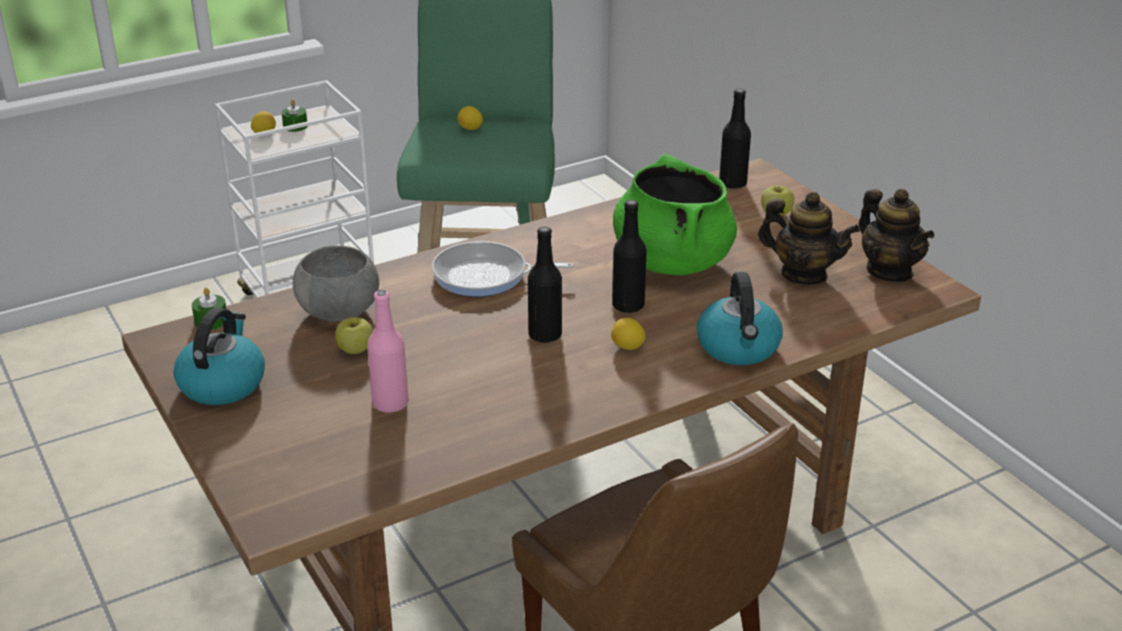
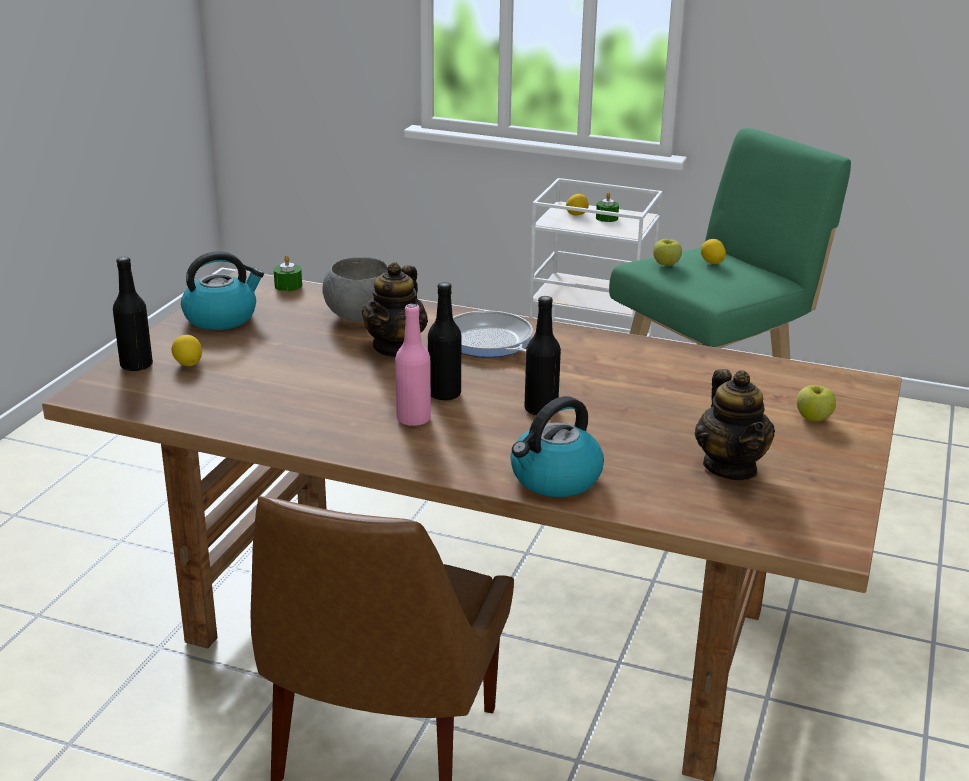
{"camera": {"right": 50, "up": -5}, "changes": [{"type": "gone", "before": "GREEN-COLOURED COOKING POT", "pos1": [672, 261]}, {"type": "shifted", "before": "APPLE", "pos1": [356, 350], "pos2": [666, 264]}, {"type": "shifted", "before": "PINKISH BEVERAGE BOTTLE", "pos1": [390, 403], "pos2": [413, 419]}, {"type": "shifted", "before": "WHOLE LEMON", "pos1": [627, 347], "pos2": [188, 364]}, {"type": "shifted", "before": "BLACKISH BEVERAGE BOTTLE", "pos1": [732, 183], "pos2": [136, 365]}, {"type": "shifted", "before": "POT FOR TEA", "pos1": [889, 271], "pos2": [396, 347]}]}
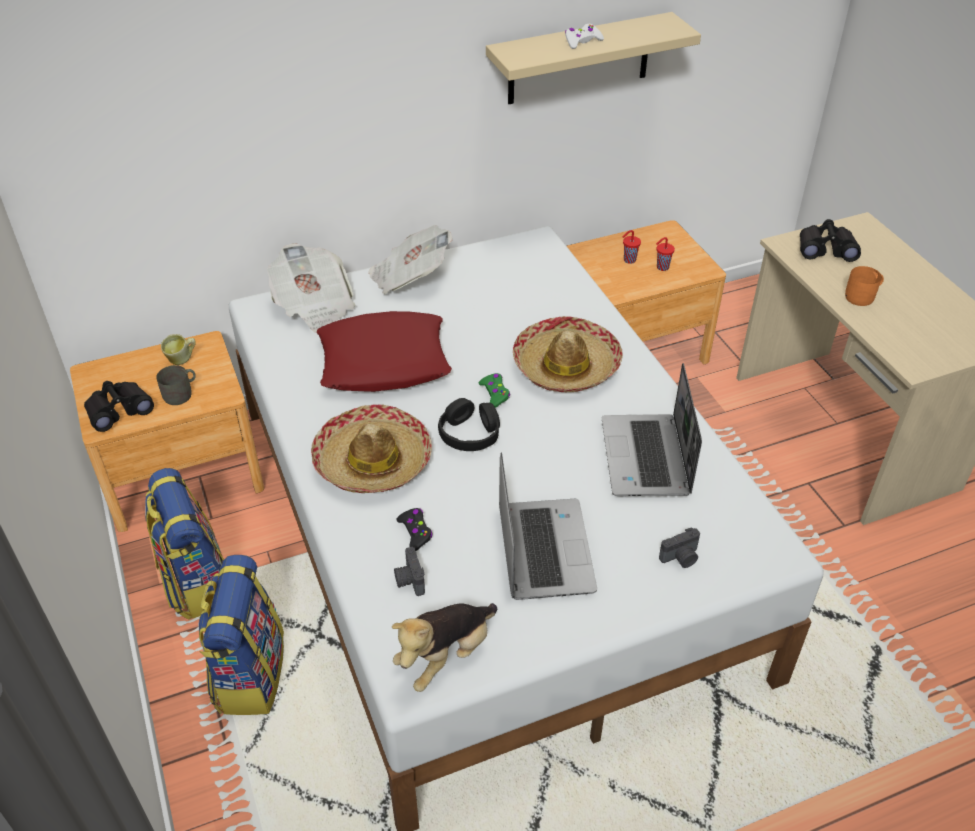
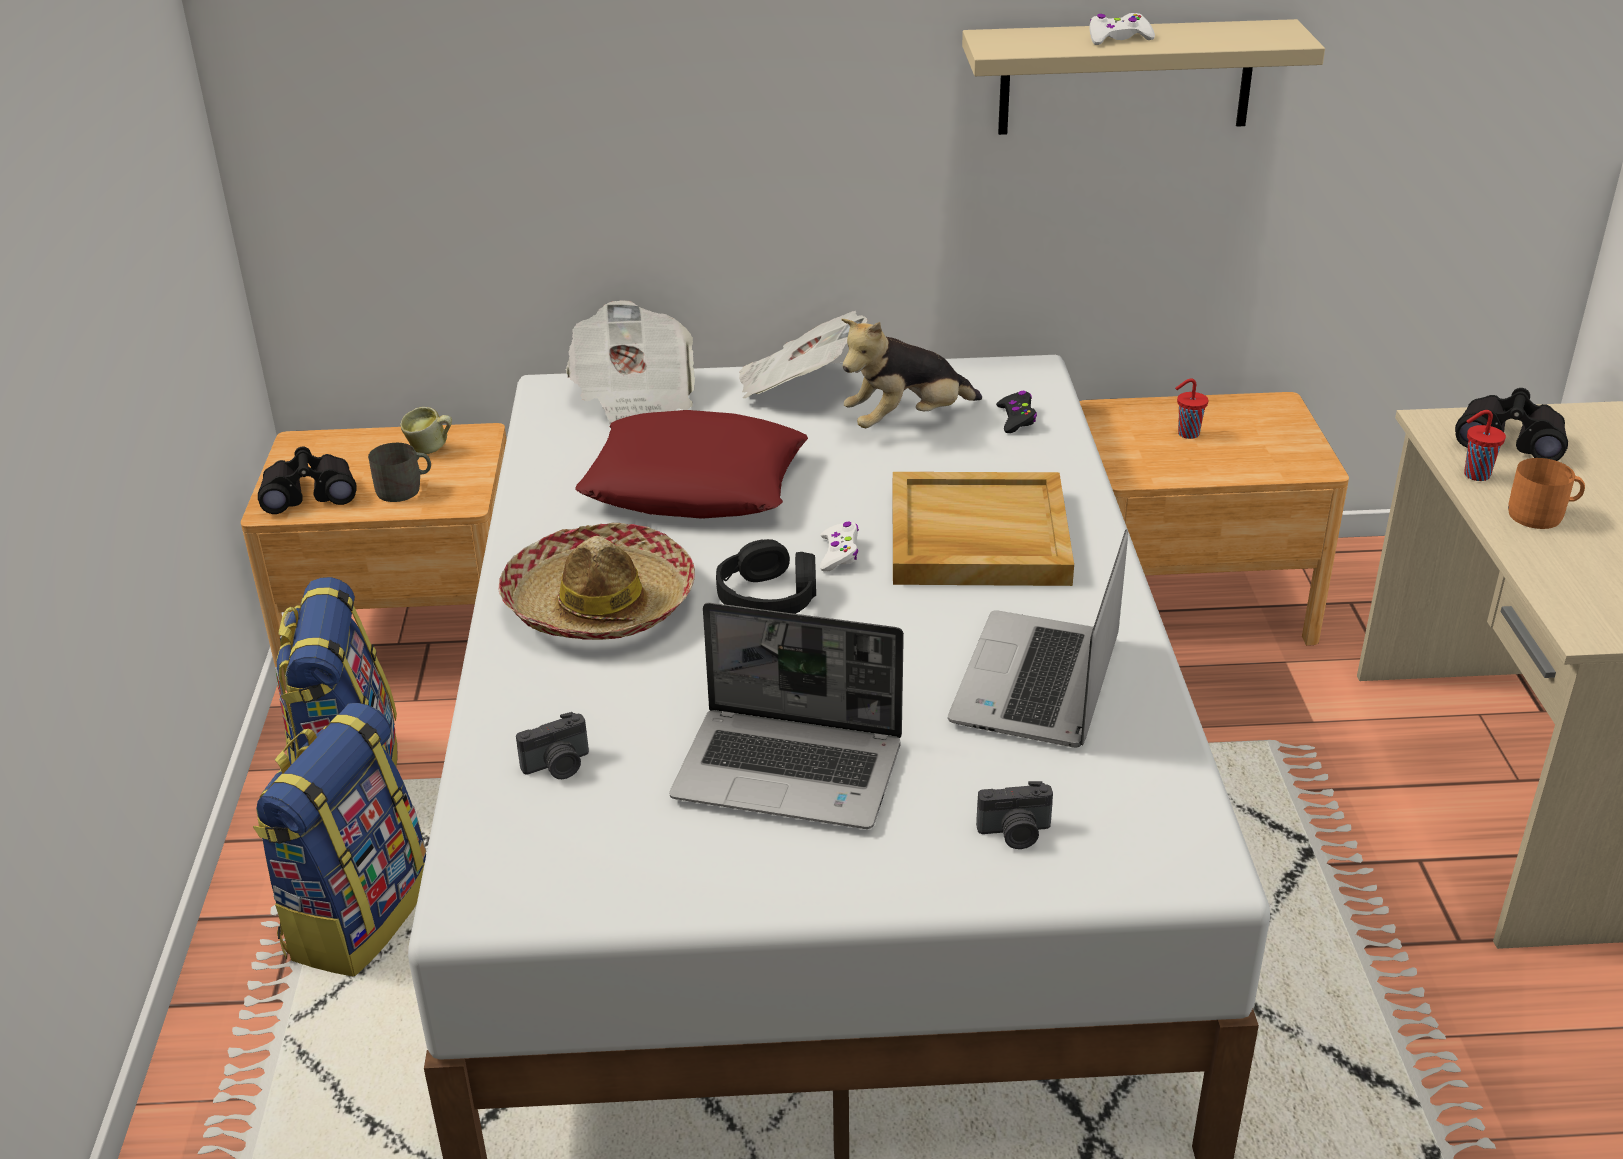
{"camera": {"right": 20, "up": -10}, "changes": [{"type": "shifted", "before": "PLUSH TOY", "pos1": [446, 656], "pos2": [906, 421]}, {"type": "shifted", "before": "BLACKISH GAMEPAD", "pos1": [415, 532], "pos2": [1016, 419]}, {"type": "shifted", "before": "RED DRINKING CUP", "pos1": [662, 267], "pos2": [1475, 475]}, {"type": "swapped", "before": "CLOTHING HAT", "after": "BEIGE CARRYING TRAY", "pos1": [566, 366], "pos2": [976, 537]}, {"type": "repainted", "before": "GREEN-COLOURED GAMEPAD", "after": "WHITE-COLOURED GAMEPAD", "pos1": [495, 394], "pos2": [839, 553]}, {"type": "rotated", "before": "PHOTO CAMERA", "pos1": [409, 580], "pos2": [558, 766], "turn": -120}, {"type": "rotated", "before": "NOTEBOOK COMPUTER", "pos1": [543, 549], "pos2": [791, 771], "turn": 90}]}
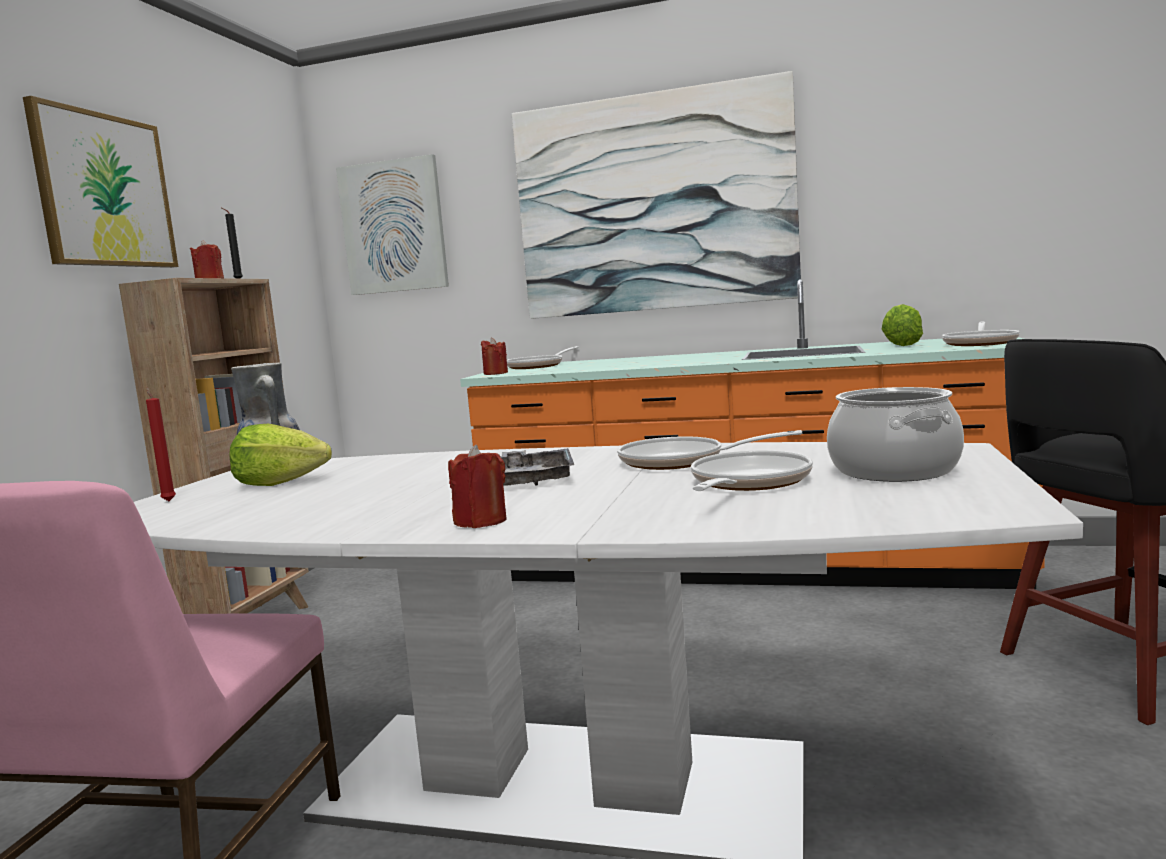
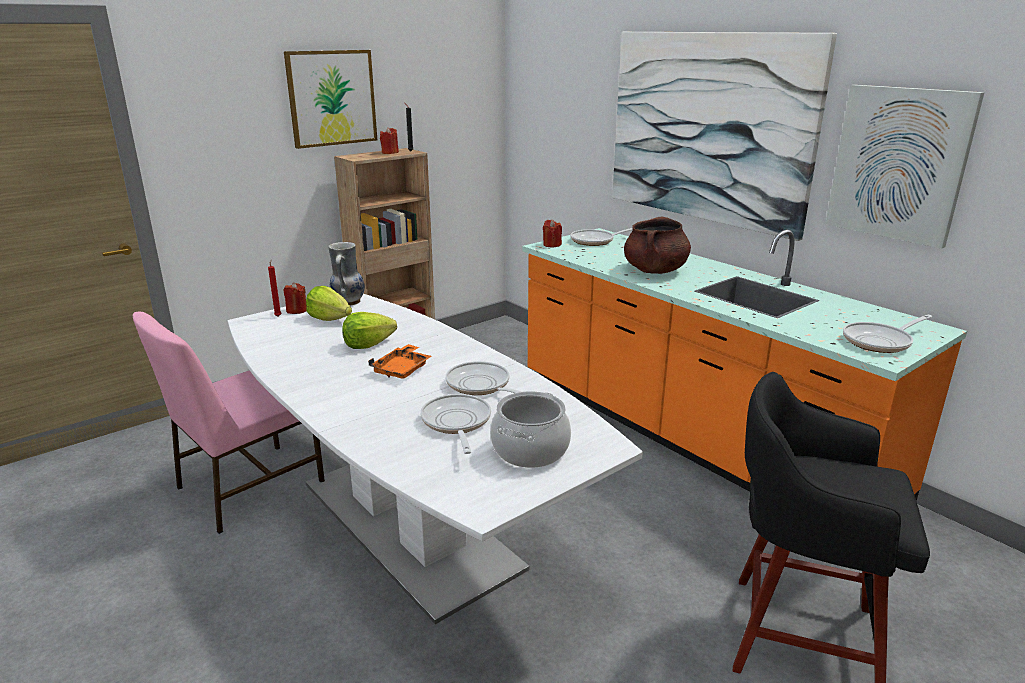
{"camera": {"right": 35, "up": 15}, "changes": [{"type": "new", "after": "BROWNISH COOKING POT", "pos2": [655, 270]}, {"type": "shifted", "before": "PICTURE", "pos1": [394, 227], "pos2": [899, 164]}, {"type": "shifted", "before": "RED CANDLE", "pos1": [480, 521], "pos2": [296, 310]}, {"type": "shifted", "before": "HEAD OF LETTUCE", "pos1": [902, 345], "pos2": [368, 345]}, {"type": "repainted", "before": "GREYISH CARRYING TRAY", "after": "ORANGEY CARRYING TRAY", "pos1": [533, 479], "pos2": [402, 369]}, {"type": "rotated", "before": "FRYING PAN", "pos1": [746, 483], "pos2": [456, 423], "turn": -75}]}
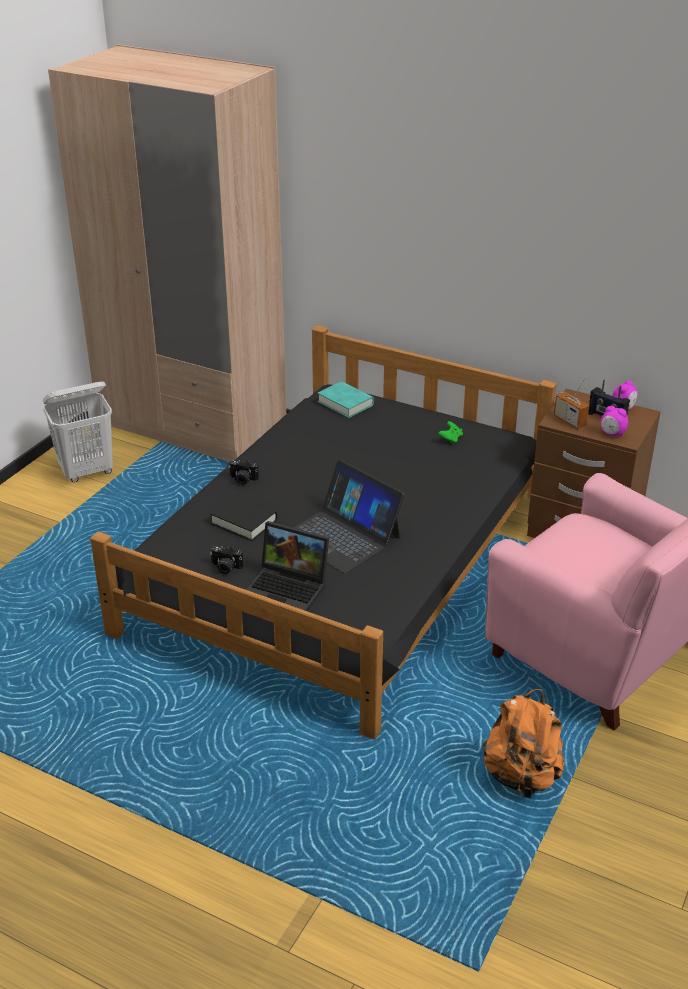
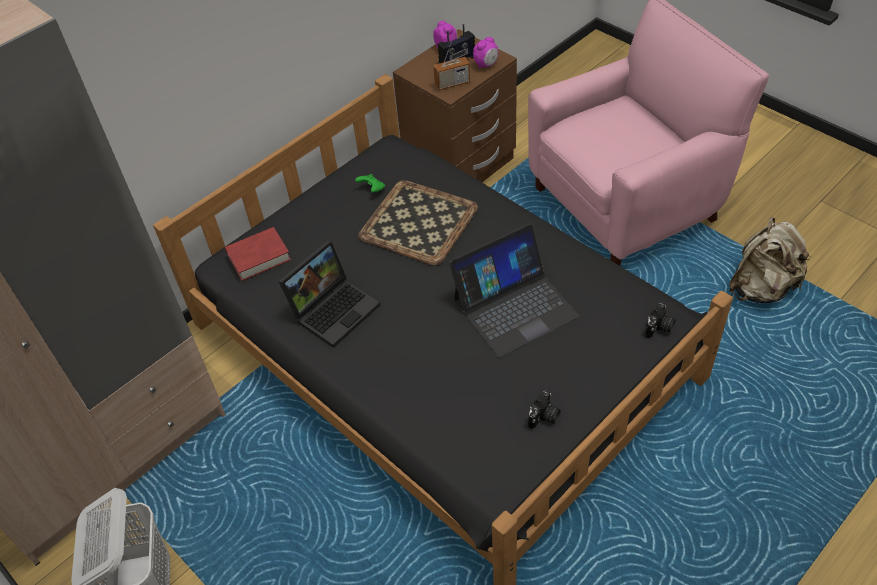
{"camera": {"right": -70, "up": 15}, "changes": [{"type": "gone", "before": "BLACKISH VOLUME", "pos1": [244, 522]}, {"type": "new", "after": "CARRYING TRAY", "pos2": [418, 221]}, {"type": "shifted", "before": "PHOTO CAMERA", "pos1": [242, 480], "pos2": [659, 328]}, {"type": "shifted", "before": "NOTEBOOK COMPUTER", "pos1": [288, 590], "pos2": [334, 308]}, {"type": "repainted", "before": "TURQUOISE VOLUME", "after": "RED VOLUME", "pos1": [345, 403], "pos2": [258, 257]}, {"type": "repainted", "before": "ORANGEY KNAPSACK", "after": "BEIGE KNAPSACK", "pos1": [521, 776], "pos2": [762, 288]}]}
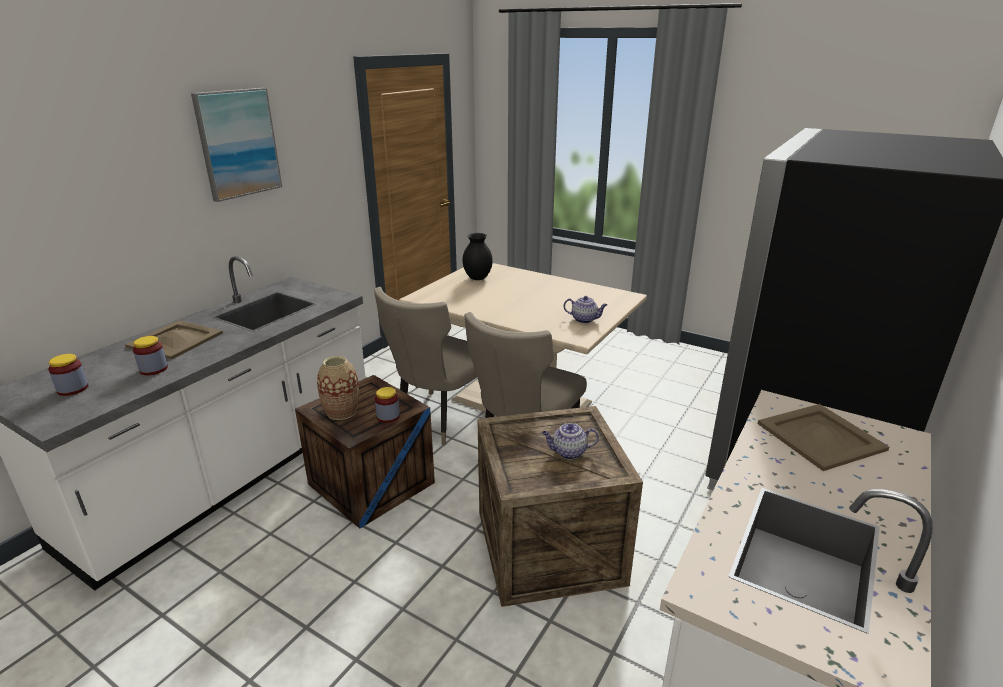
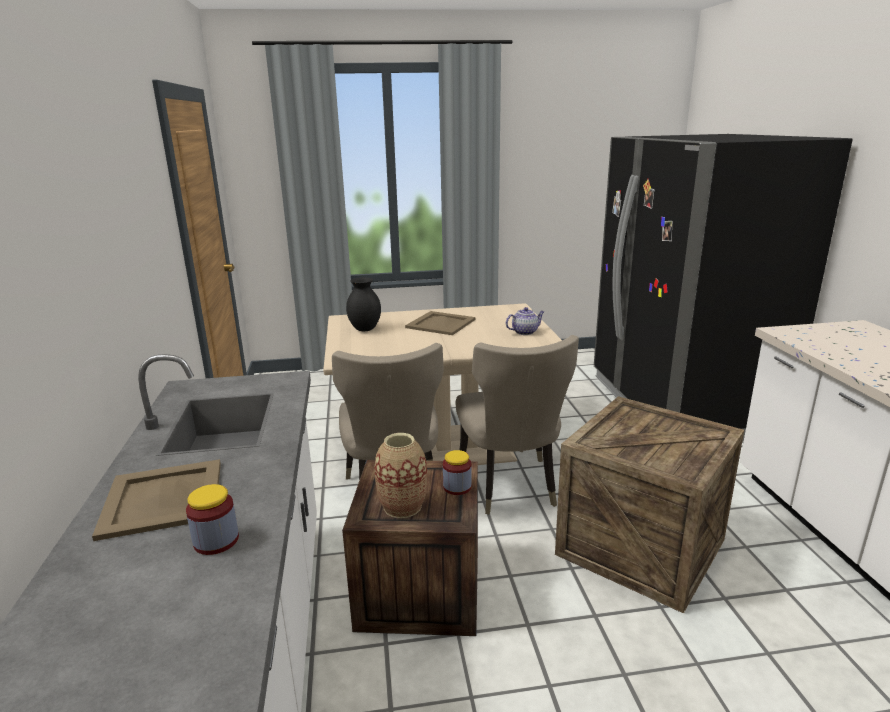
{"camera": {"right": -40, "up": -5}, "changes": [{"type": "gone", "before": "PRESERVE JAR", "pos1": [73, 389]}, {"type": "gone", "before": "PICTURE", "pos1": [238, 143]}, {"type": "gone", "before": "POT FOR TEA", "pos1": [568, 452]}, {"type": "shifted", "before": "BEIGE CARRYING TRAY", "pos1": [820, 437], "pos2": [441, 324]}]}
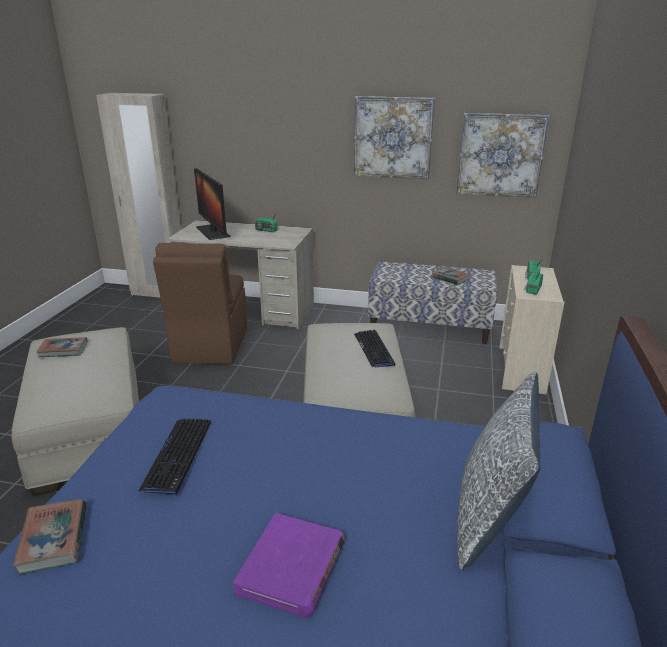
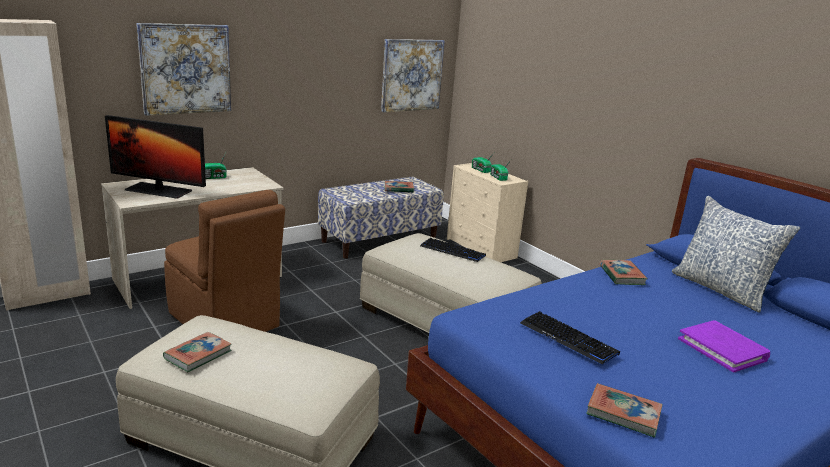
{"camera": {"right": -50, "up": -5}, "changes": [{"type": "new", "after": "VOLUME", "pos2": [621, 275]}, {"type": "shifted", "before": "PICTURE", "pos1": [393, 138], "pos2": [185, 69]}]}
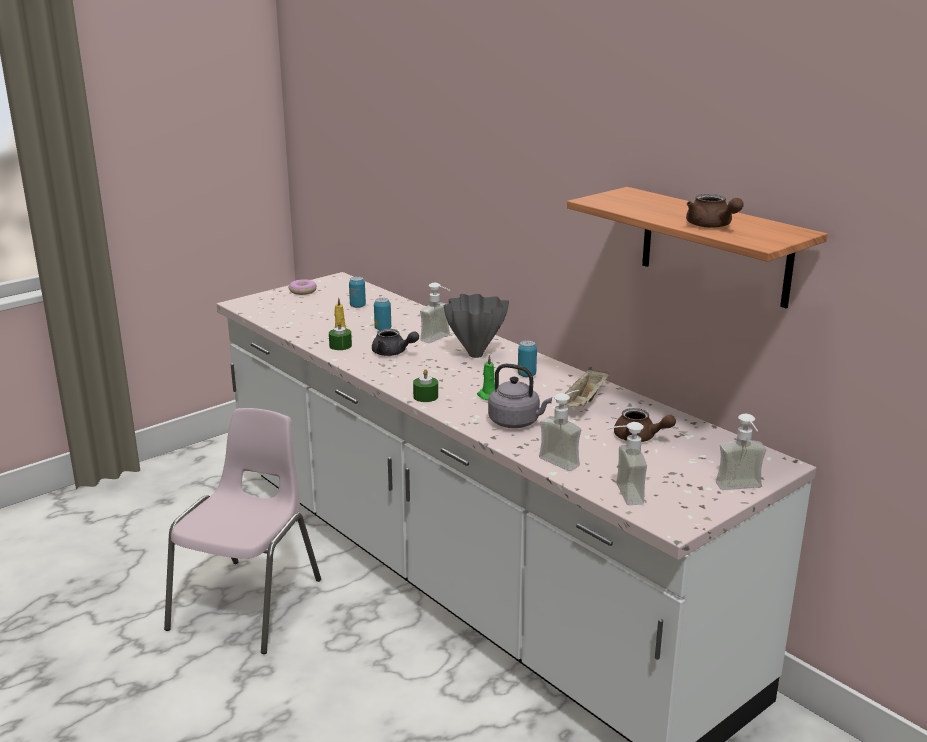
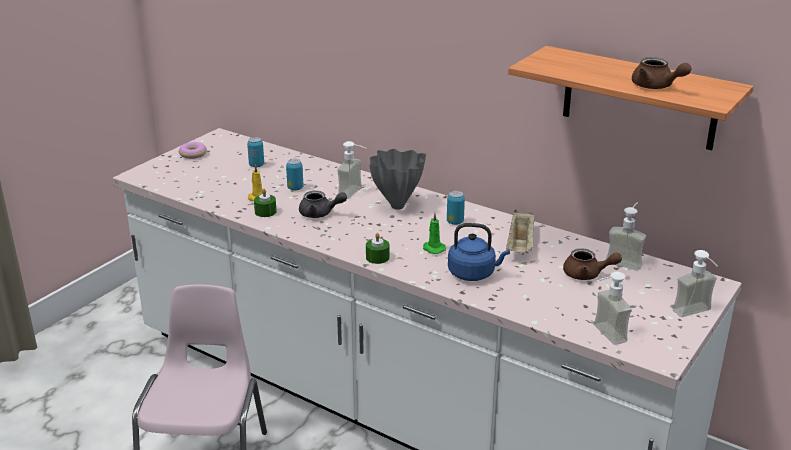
{"camera": {"right": -15, "up": 5}, "changes": [{"type": "shifted", "before": "SOAP DISPENSER", "pos1": [564, 459], "pos2": [625, 260]}, {"type": "repainted", "before": "GREYISH TEA KETTLE", "after": "BLUE-COLOURED TEA KETTLE", "pos1": [516, 422], "pos2": [474, 274]}]}
